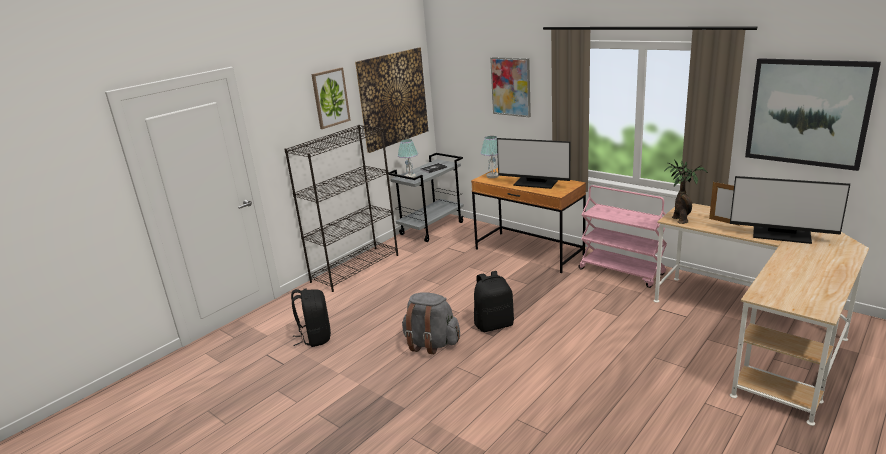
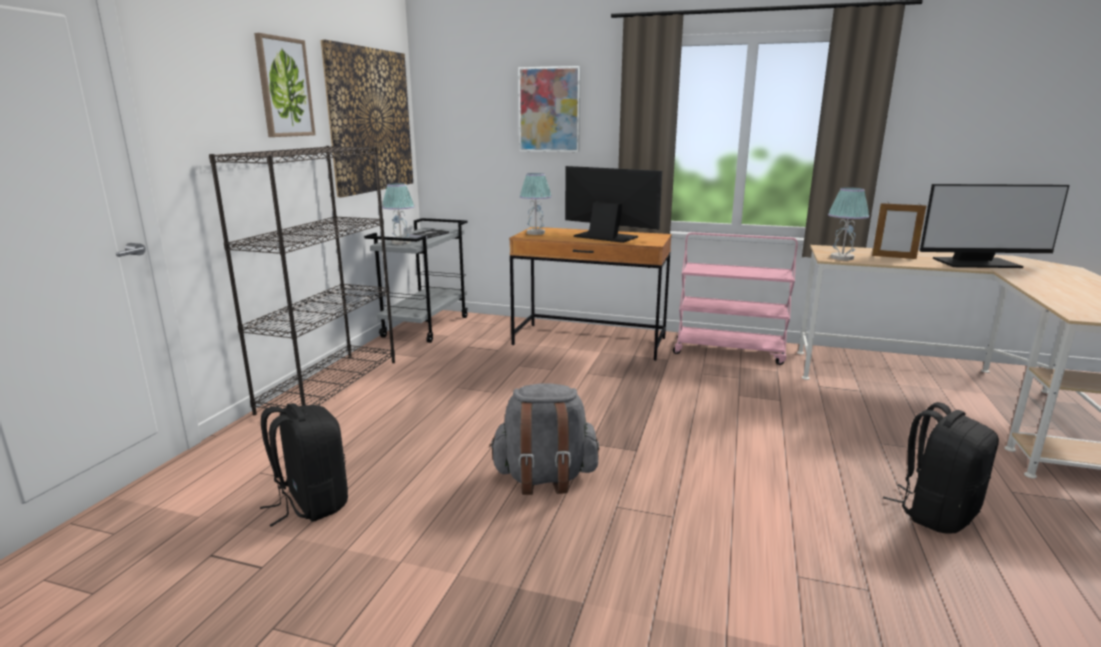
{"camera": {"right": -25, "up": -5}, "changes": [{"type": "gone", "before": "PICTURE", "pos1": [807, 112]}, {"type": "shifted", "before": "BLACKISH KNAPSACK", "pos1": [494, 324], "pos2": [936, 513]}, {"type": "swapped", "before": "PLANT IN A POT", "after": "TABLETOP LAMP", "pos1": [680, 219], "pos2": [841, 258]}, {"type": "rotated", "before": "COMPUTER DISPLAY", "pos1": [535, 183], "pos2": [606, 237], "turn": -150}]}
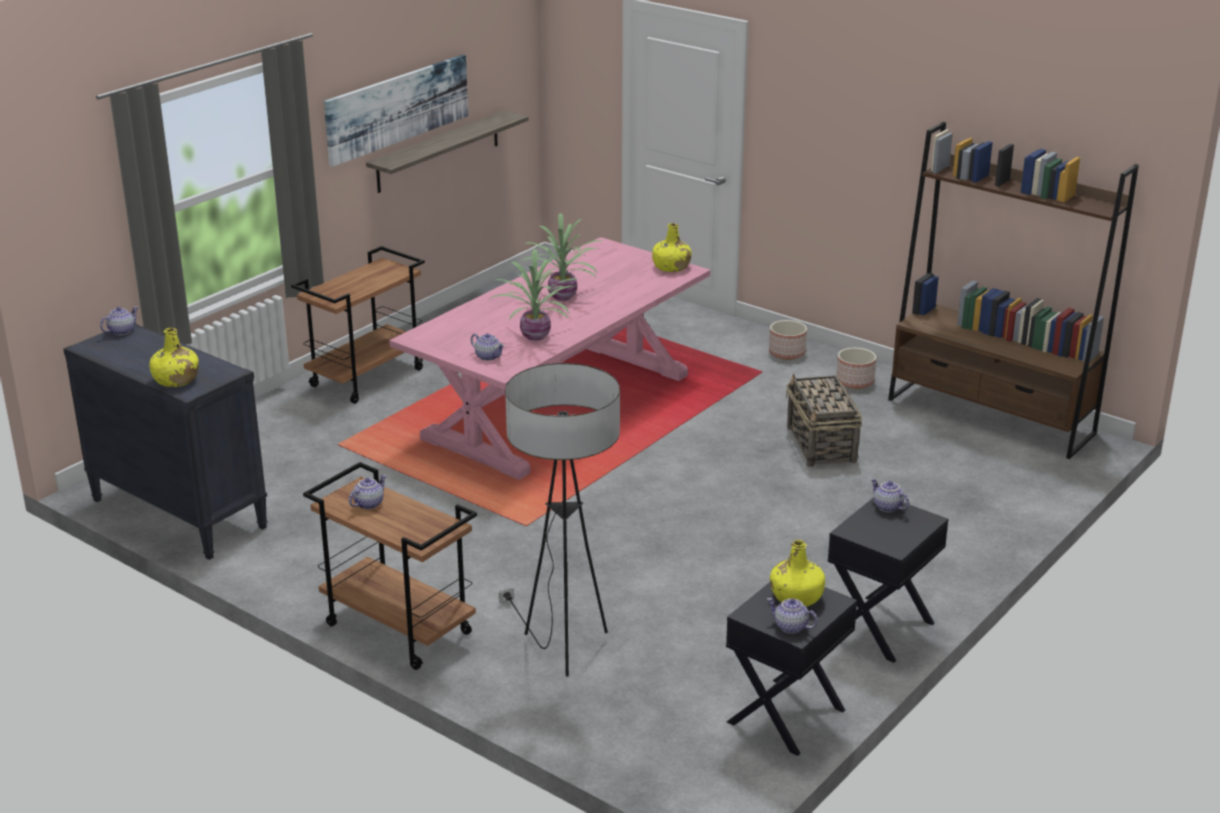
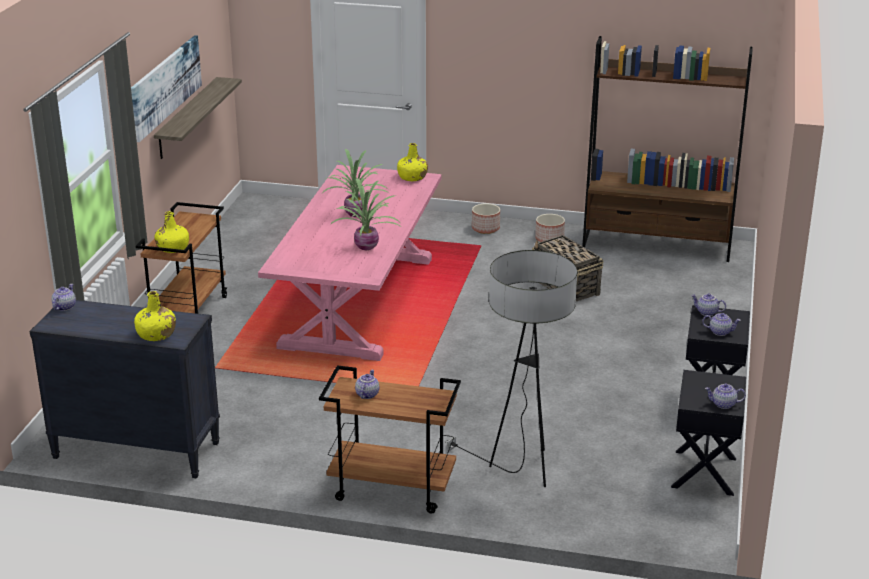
{"camera": {"right": -25, "up": 0}, "changes": [{"type": "shifted", "before": "POT FOR TEA", "pos1": [488, 356], "pos2": [720, 332]}, {"type": "shifted", "before": "YELLOW-COLOURED BEVERAGE BOTTLE", "pos1": [796, 597], "pos2": [173, 248]}]}
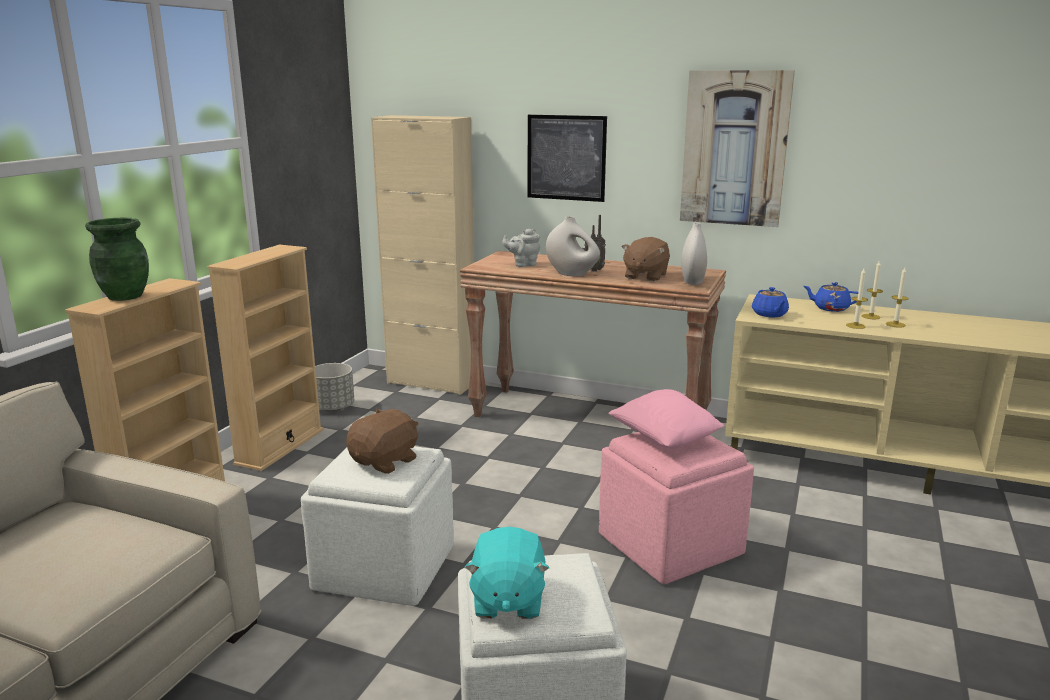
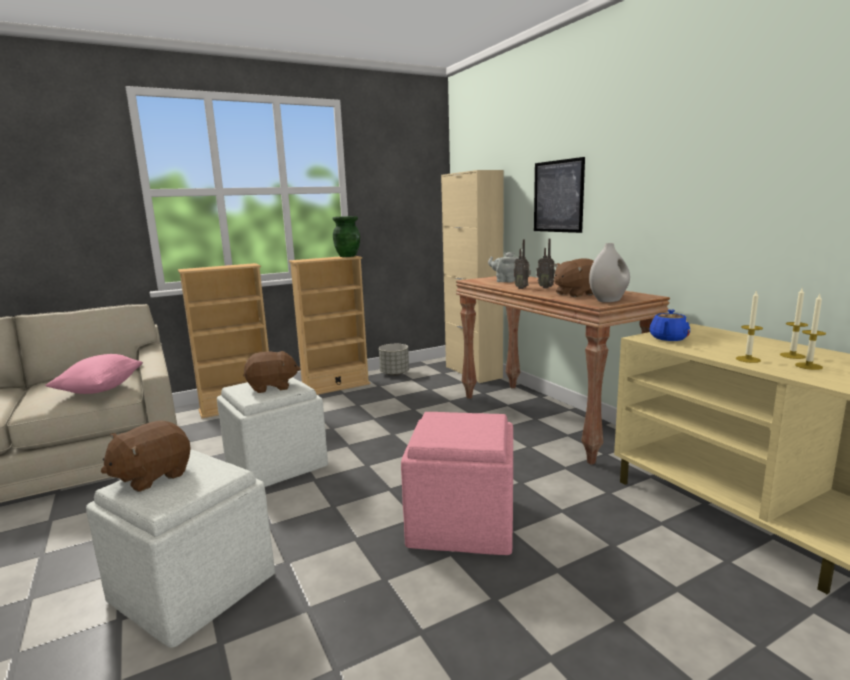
{"camera": {"right": 40, "up": -5}, "changes": [{"type": "gone", "before": "PICTURE", "pos1": [734, 148]}, {"type": "gone", "before": "BLUE-COLOURED POT FOR TEA", "pos1": [830, 308]}, {"type": "shifted", "before": "GREEN-COLOURED FLOWER VASE", "pos1": [125, 296], "pos2": [348, 256]}, {"type": "shifted", "before": "PINKISH CUSHION", "pos1": [664, 439], "pos2": [100, 389]}, {"type": "swapped", "before": "WHITE-COLOURED FLOWER VASE", "after": "RADIO RECEIVER", "pos1": [572, 274], "pos2": [522, 288]}, {"type": "repainted", "before": "TURQUOISE PLUSH TOY", "after": "BROWNISH PLUSH TOY", "pos1": [507, 600], "pos2": [152, 476]}]}
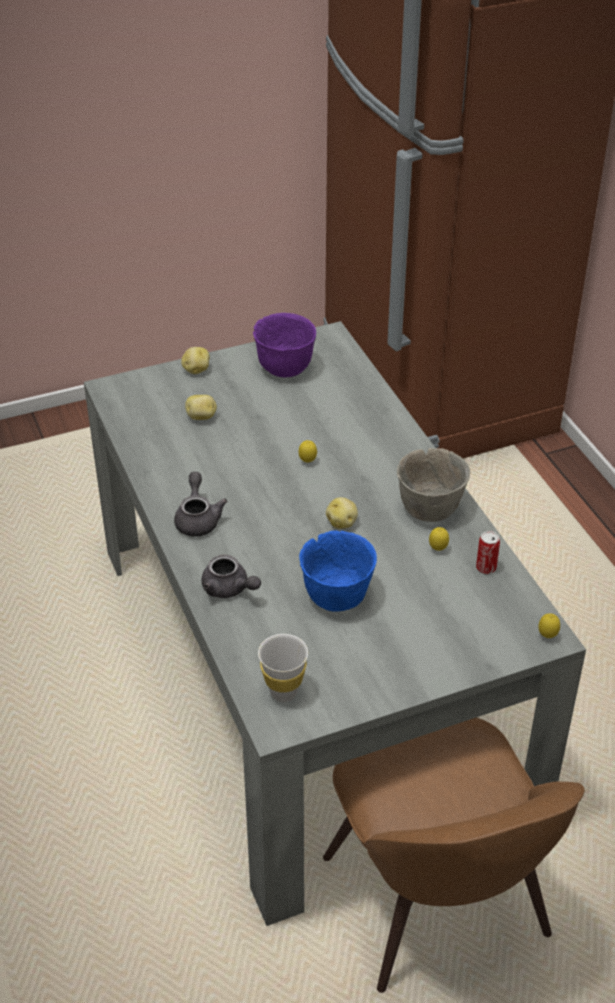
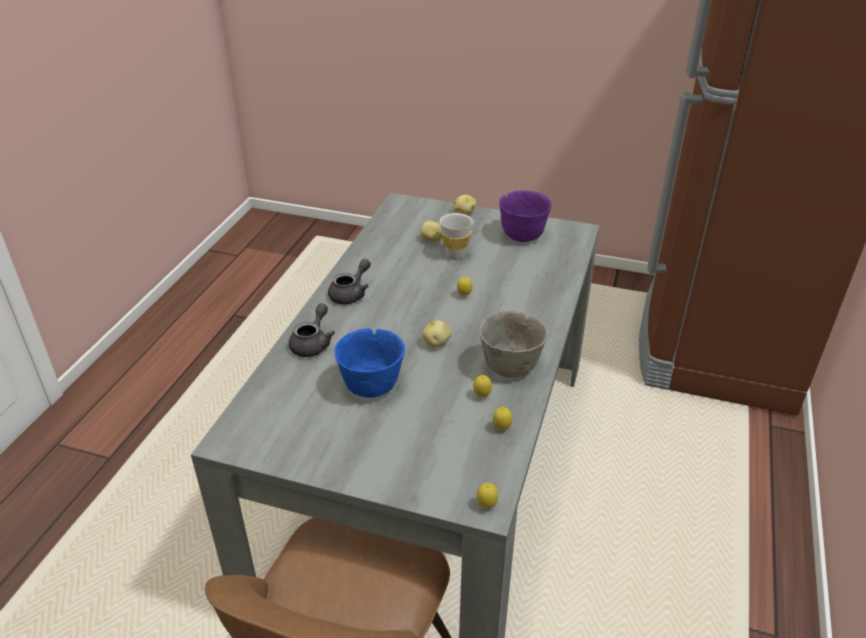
{"camera": {"right": 40, "up": -5}, "changes": [{"type": "shifted", "before": "WHITE-COLOURED DRINKING CUP", "pos1": [283, 692], "pos2": [455, 255]}, {"type": "swapped", "before": "METAL CAN", "after": "WHOLE LEMON", "pos1": [486, 568], "pos2": [501, 428]}, {"type": "rotated", "before": "GREYISH POT FOR TEA", "pos1": [229, 589], "pos2": [313, 343], "turn": -150}]}
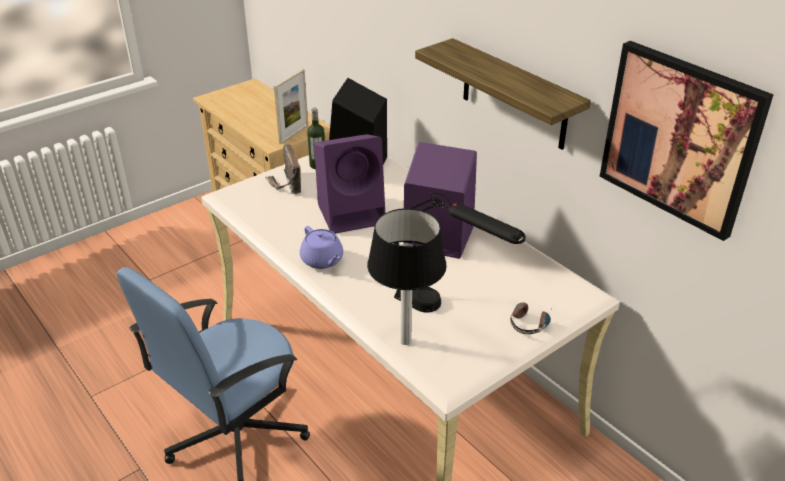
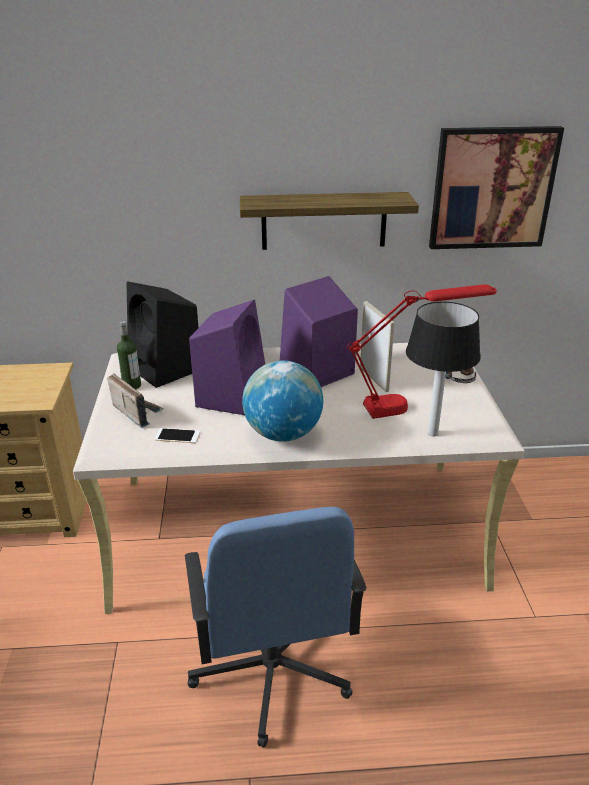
{"camera": {"right": -55, "up": -5}, "changes": [{"type": "new", "after": "PHONE", "pos2": [177, 436]}, {"type": "shifted", "before": "STANDING FRAME", "pos1": [294, 134], "pos2": [374, 379]}, {"type": "swapped", "before": "PURPLE POT FOR TEA", "after": "DESK GLOBE", "pos1": [322, 260], "pos2": [283, 434]}, {"type": "repainted", "before": "BLACKISH TABLETOP LAMP", "after": "RED TABLETOP LAMP", "pos1": [444, 312], "pos2": [413, 404]}, {"type": "rotated", "before": "RADIO RECEIVER", "pos1": [285, 184], "pos2": [136, 412], "turn": -150}]}
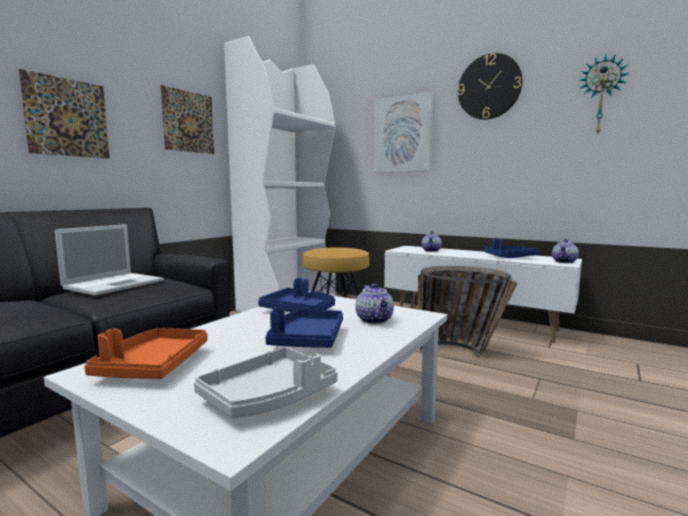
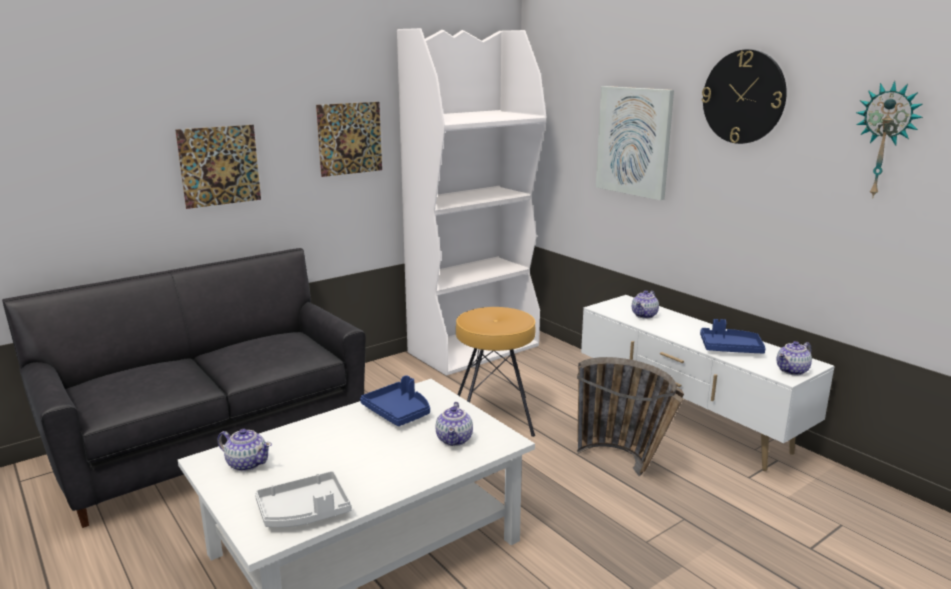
{"camera": {"right": 20, "up": 10}, "changes": [{"type": "gone", "before": "NOTEBOOK COMPUTER", "pos1": [115, 284]}, {"type": "gone", "before": "BLUE-COLOURED CARRYING TRAY", "pos1": [307, 339]}, {"type": "swapped", "before": "ORANGEY CARRYING TRAY", "after": "POT FOR TEA", "pos1": [153, 366], "pos2": [247, 463]}]}
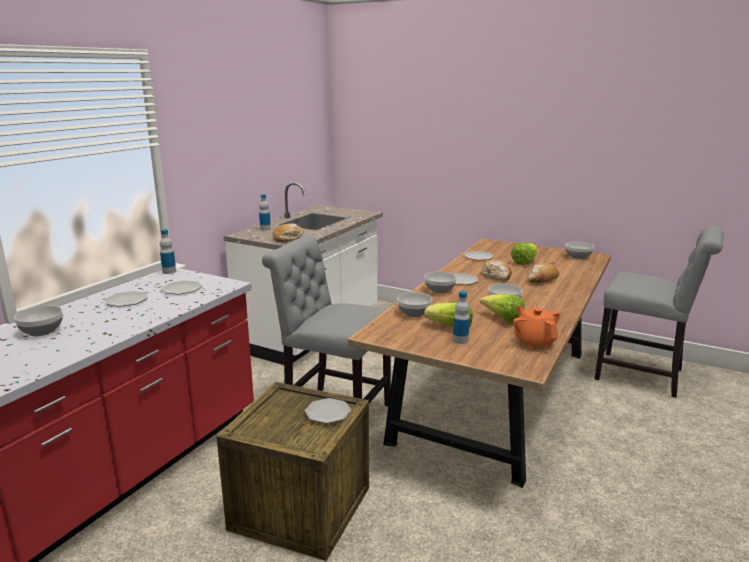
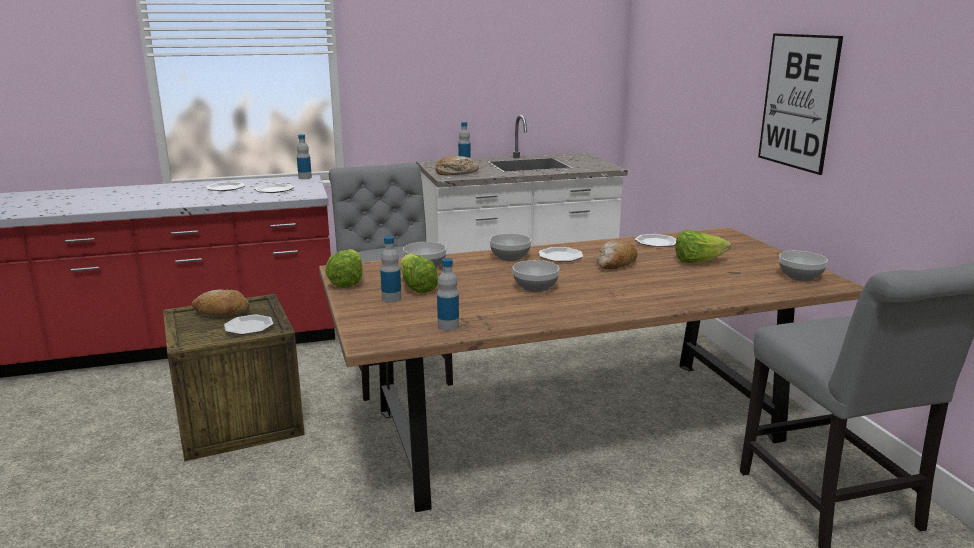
{"camera": {"right": 45, "up": 0}, "changes": [{"type": "gone", "before": "BOWL", "pos1": [42, 331]}, {"type": "new", "after": "PICTURE", "pos2": [798, 101]}, {"type": "shifted", "before": "HEAD OF LETTUCE", "pos1": [503, 319], "pos2": [347, 282]}, {"type": "shifted", "before": "BAKERY BREAD", "pos1": [541, 280], "pos2": [221, 312]}, {"type": "swapped", "before": "ORANGEY POT FOR TEA", "after": "BEVERAGE BOTTLE", "pos1": [534, 342], "pos2": [448, 326]}]}
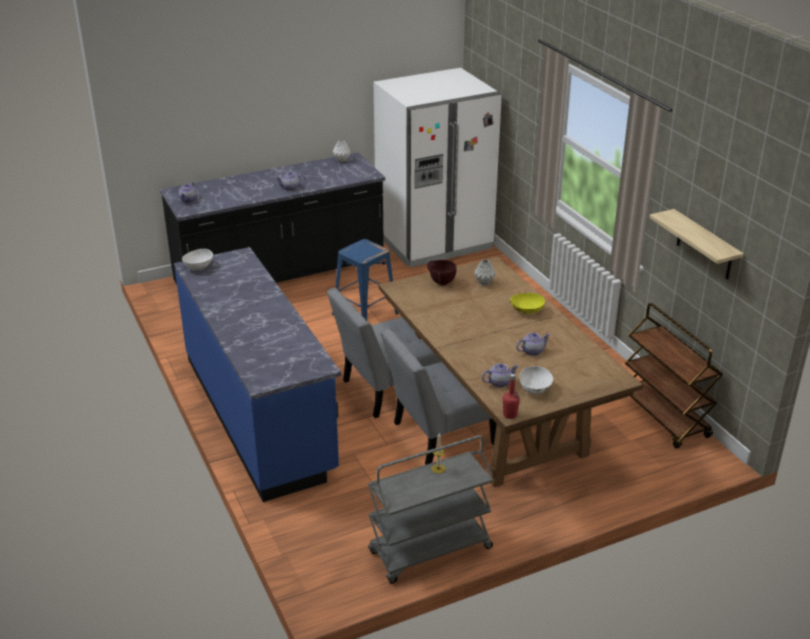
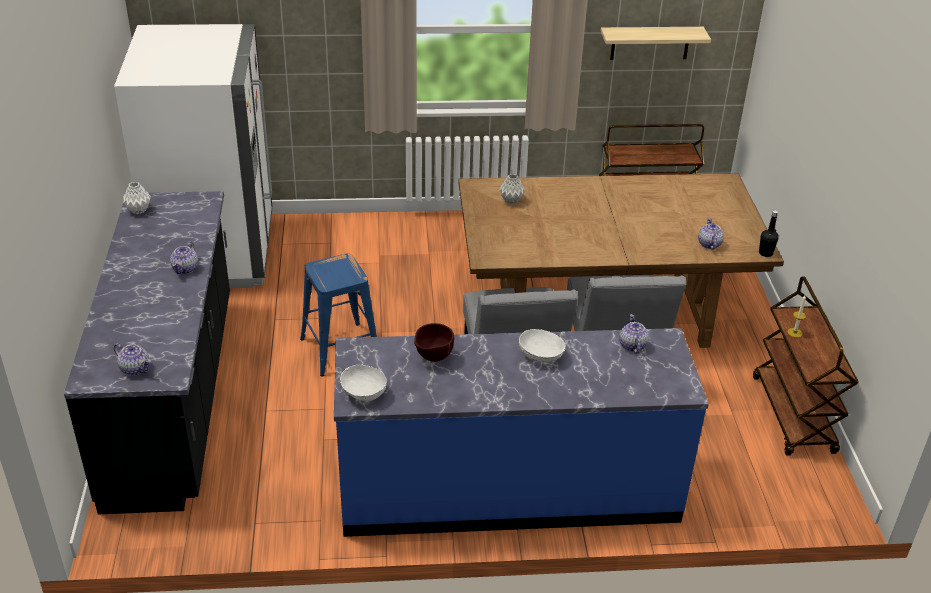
{"camera": {"right": -70, "up": 5}, "changes": [{"type": "gone", "before": "YELLOW-COLOURED BOWL", "pos1": [526, 311]}, {"type": "shifted", "before": "BROWNISH BOWL", "pos1": [441, 283], "pos2": [432, 358]}, {"type": "shifted", "before": "POT FOR TEA", "pos1": [532, 351], "pos2": [632, 345]}, {"type": "shifted", "before": "WHITE-COLOURED BOWL", "pos1": [535, 389], "pos2": [541, 356]}, {"type": "repainted", "before": "GREYISH TROLLEY", "after": "BROWNISH TROLLEY", "pos1": [430, 551], "pos2": [793, 415]}, {"type": "repainted", "before": "RED BEVERAGE BOTTLE", "after": "BLACKISH BEVERAGE BOTTLE", "pos1": [510, 415], "pos2": [765, 253]}]}
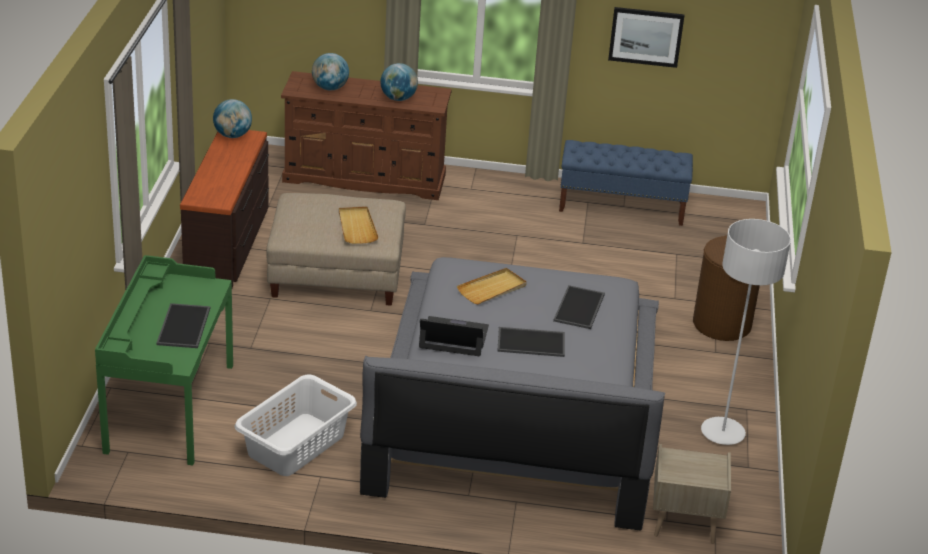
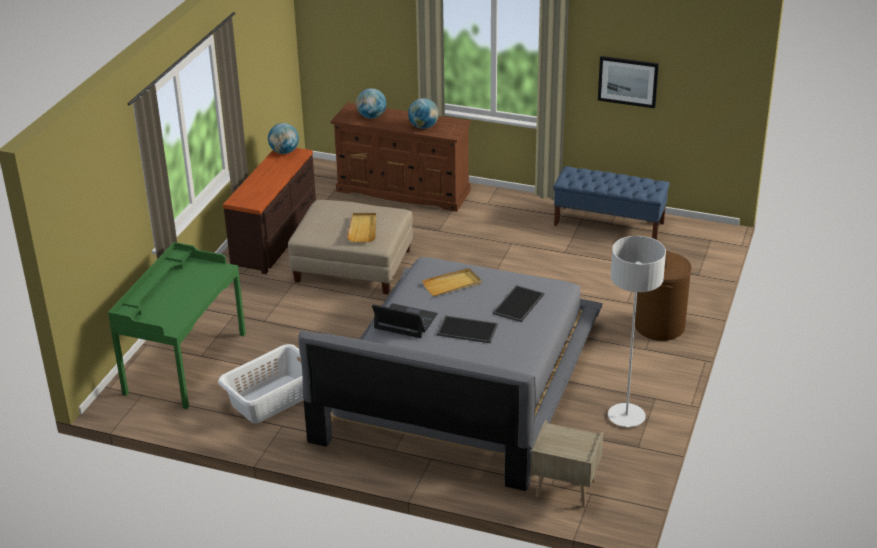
{"camera": {"right": 15, "up": 0}, "changes": [{"type": "gone", "before": "CARRYING TRAY", "pos1": [184, 327]}]}
